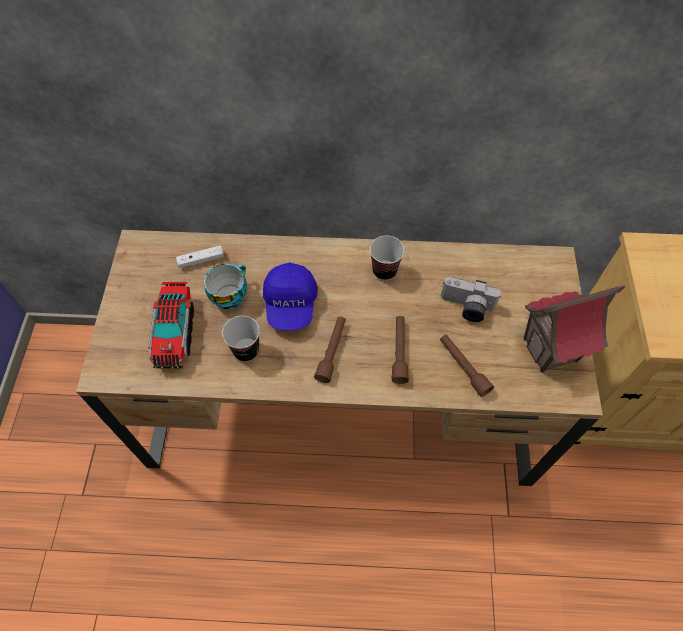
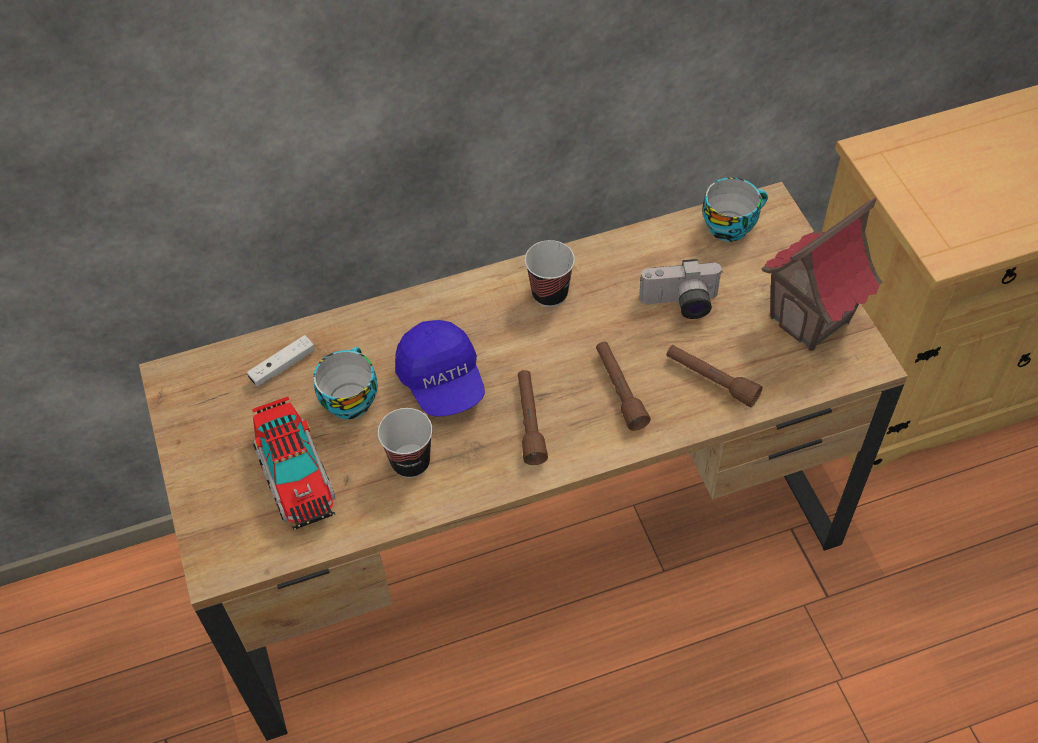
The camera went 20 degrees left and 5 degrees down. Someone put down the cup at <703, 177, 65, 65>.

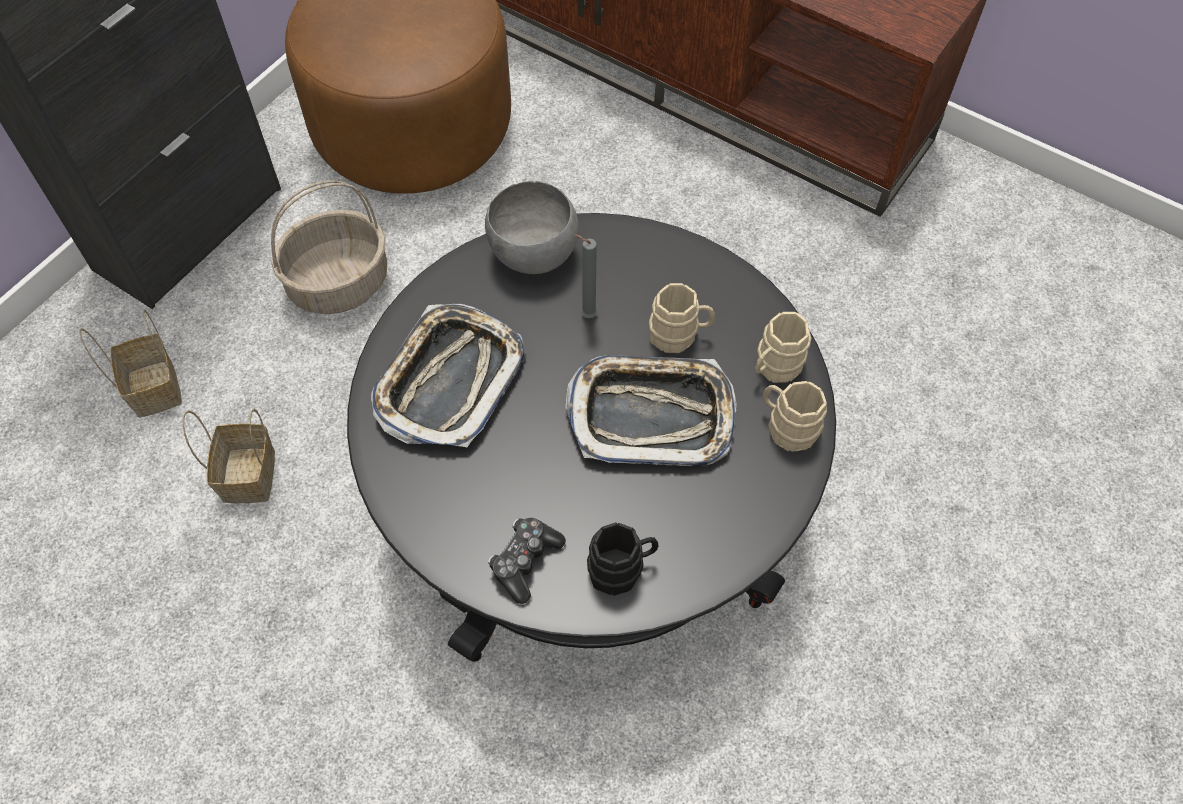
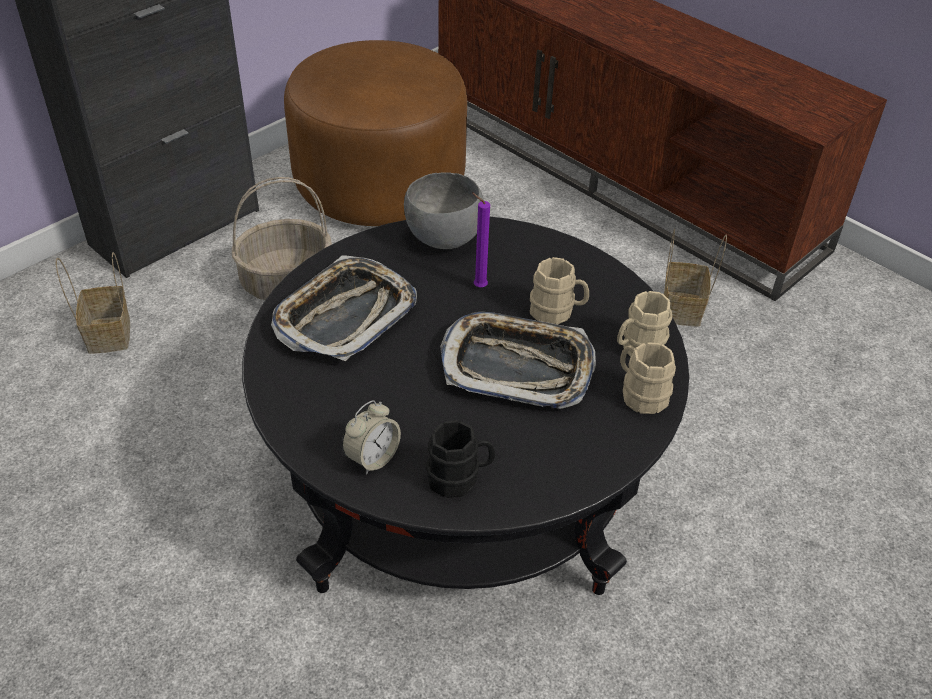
The camera went 10 degrees right and 15 degrees down. Someone carried the basket from <183, 409, 92, 94> to <664, 229, 63, 98>. Someone swapped the game controller at <488, 518, 78, 86> for the alarm clock at <342, 400, 59, 75>. Someone repainted the candle (grey) at <575, 235, 22, 83>, which became the candle (purple) at <472, 193, 18, 94>.

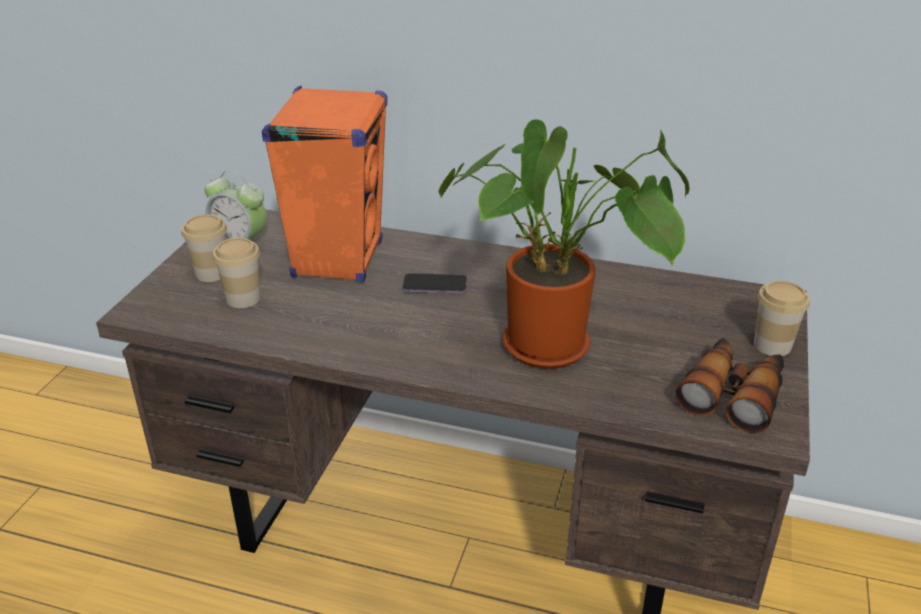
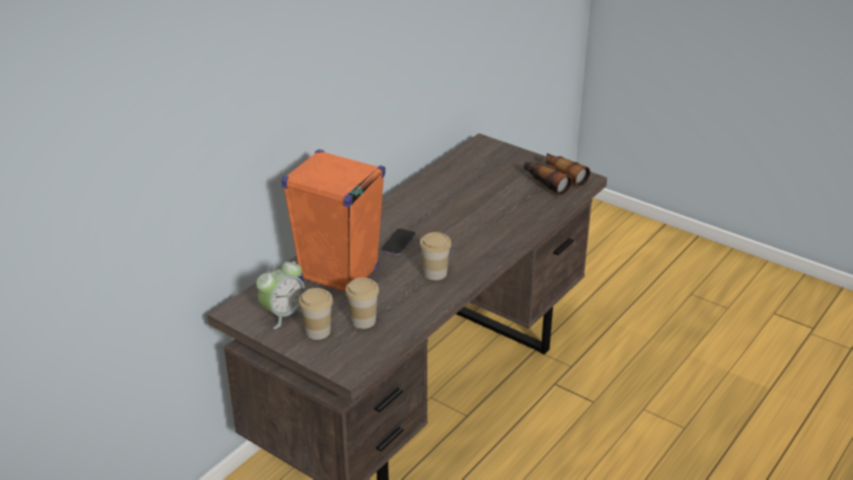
The camera went 70 degrees left and 0 degrees up. Someone took away the potted plant at <439, 119, 251, 250>. Someone carried the cup from <754, 281, 56, 75> to <420, 232, 31, 48>.

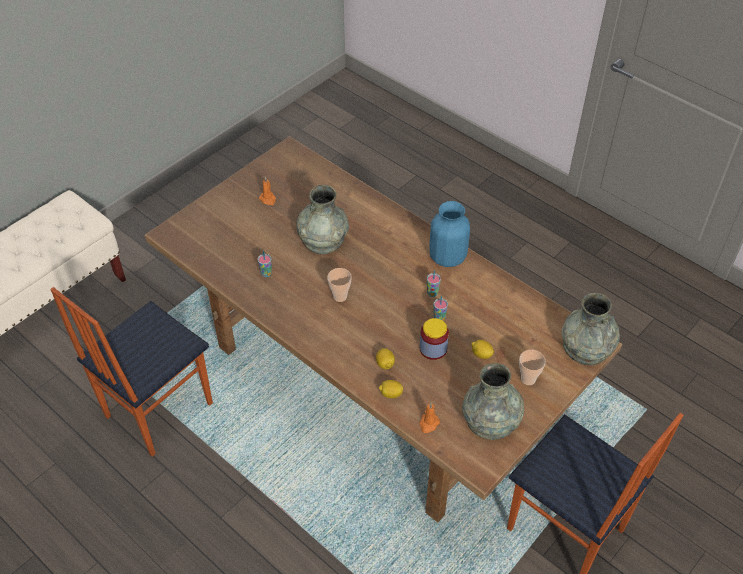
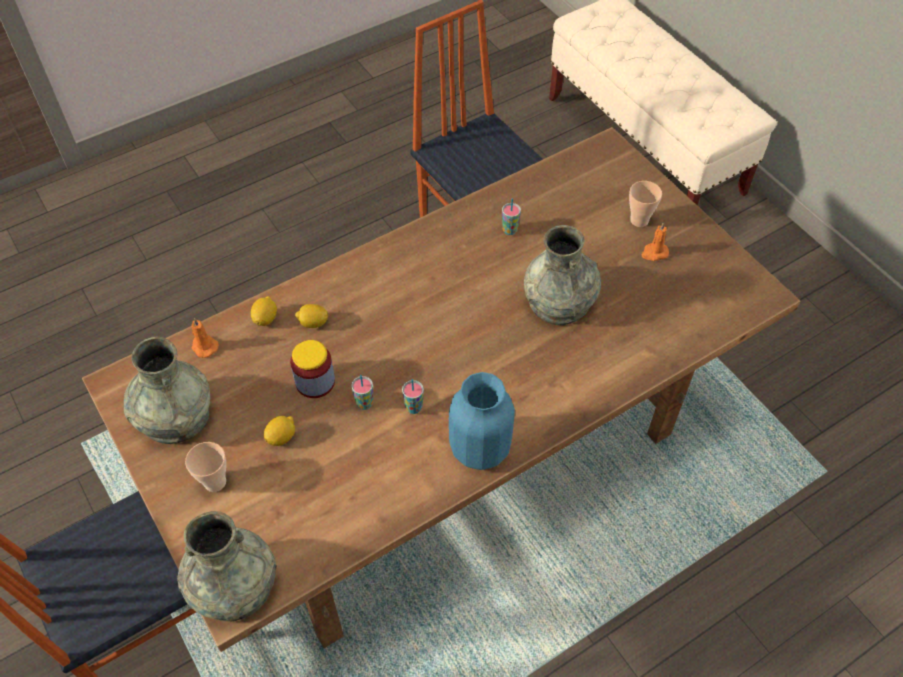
The camera went 105 degrees right and 5 degrees up. Someone carried the cup from <327, 268, 25, 34> to <629, 181, 33, 46>.

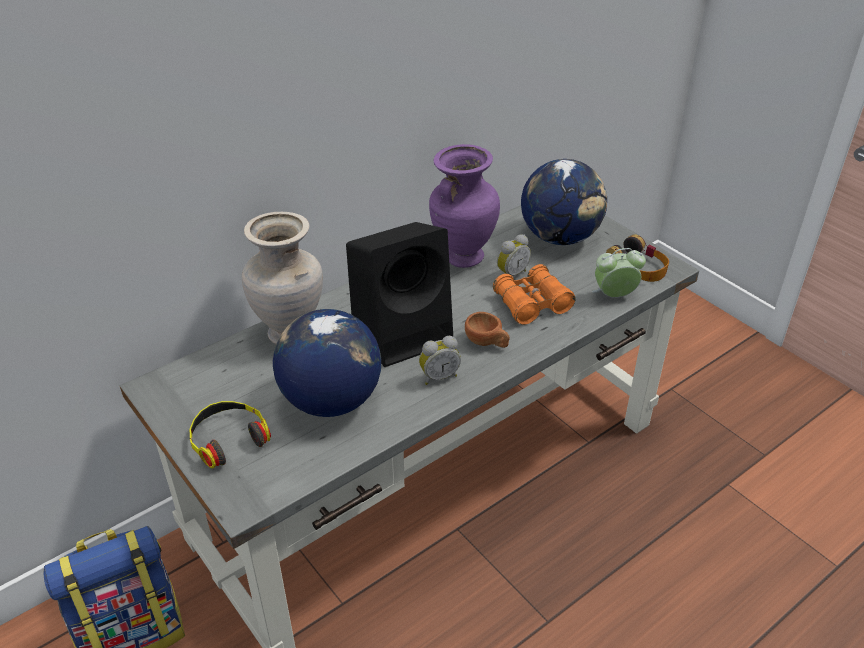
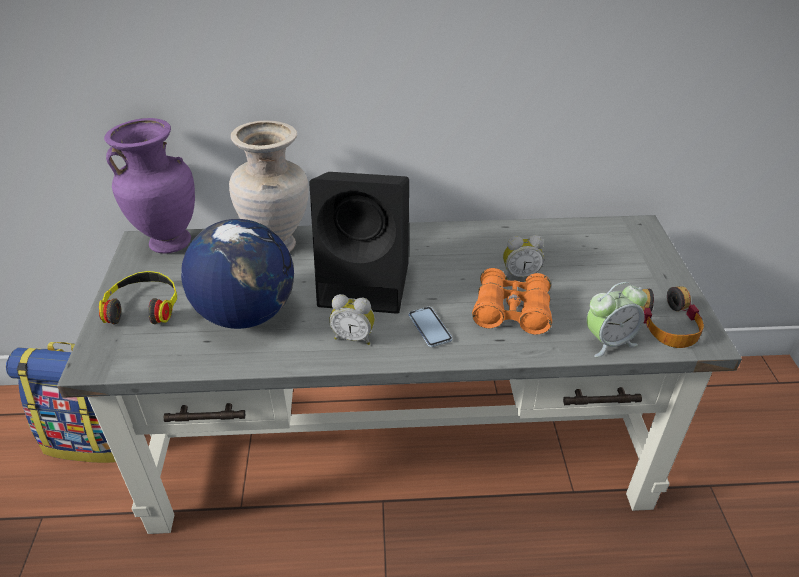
The camera went 35 degrees right and 0 degrees up. Someone carried the vase (purple) from <429, 144, 71, 124> to <104, 118, 91, 135>. Someone swapped the cup (brown) at <465, 312, 45, 36> for the phone at <409, 307, 43, 40>. Someone took away the globe at <521, 159, 86, 86>. Someone rotated the alarm clock at <591, 248, 55, 50> by 135 degrees clockwise.

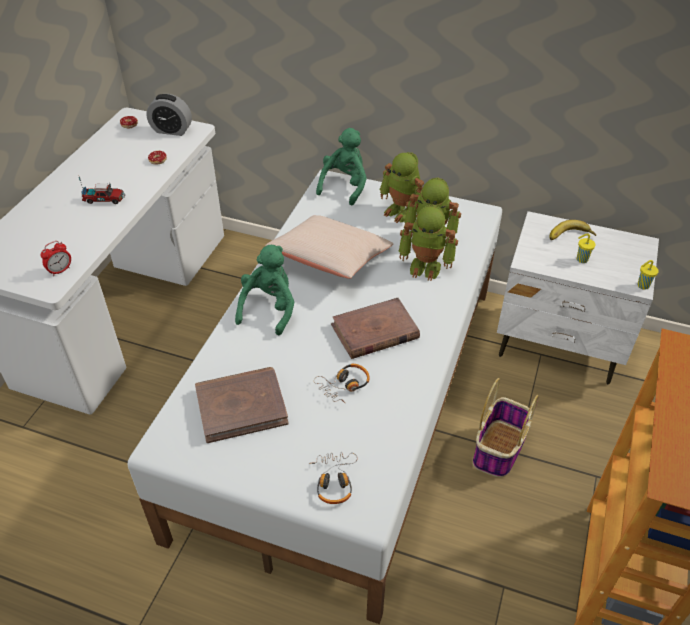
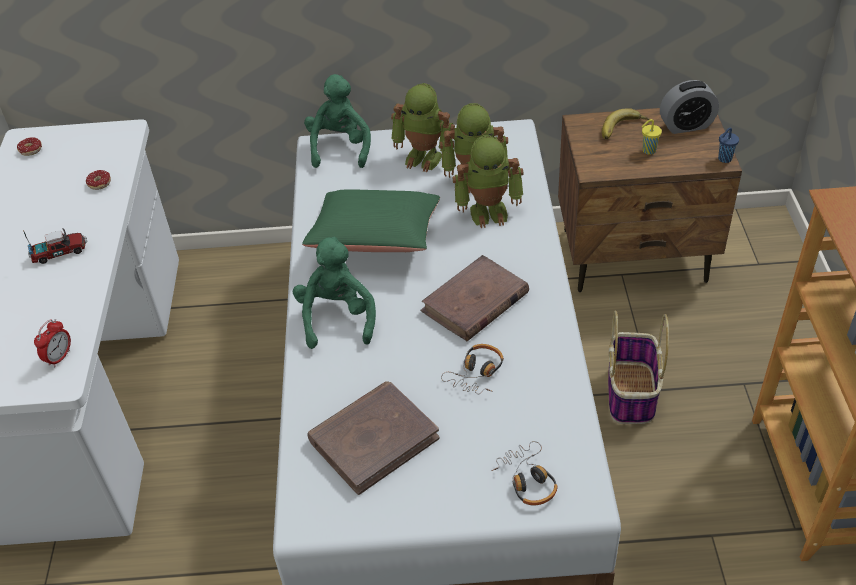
The camera went 20 degrees left and 0 degrees up. Someone carried the alarm clock from <146, 94, 46, 42> to <660, 80, 59, 54>. Someone repainted the pillow (beige) at <265, 215, 128, 64>, which became the pillow (green) at <302, 189, 138, 63>. Someone repainted the nightstand (white) at <497, 211, 162, 173>, which became the nightstand (brown) at <558, 108, 184, 184>. Someone repainted the cup (yellow) at <637, 260, 22, 30>, which became the cup (blue) at <718, 127, 21, 36>.

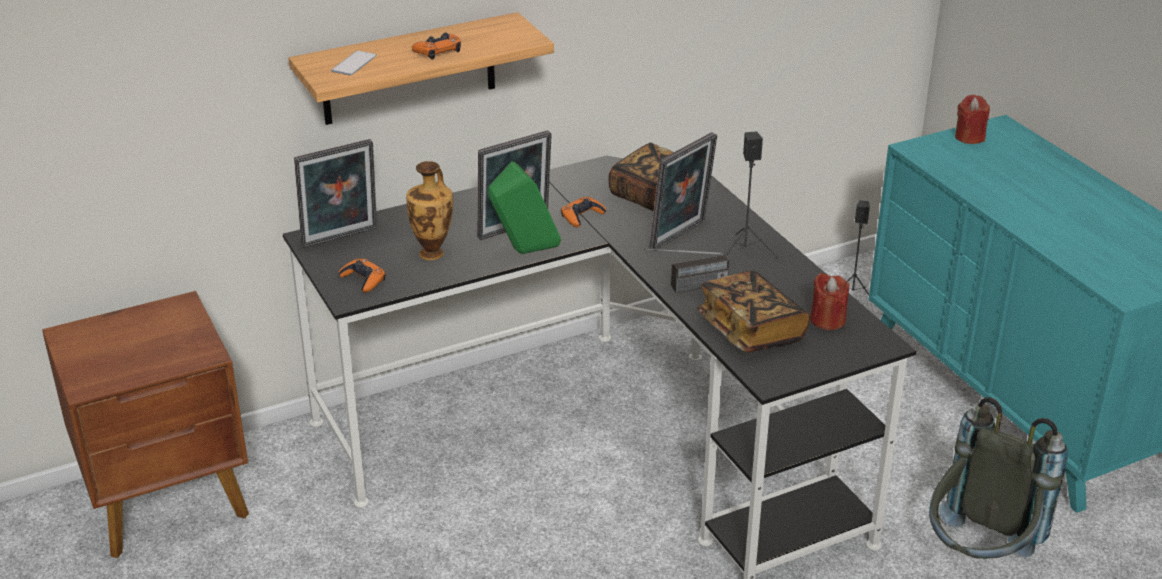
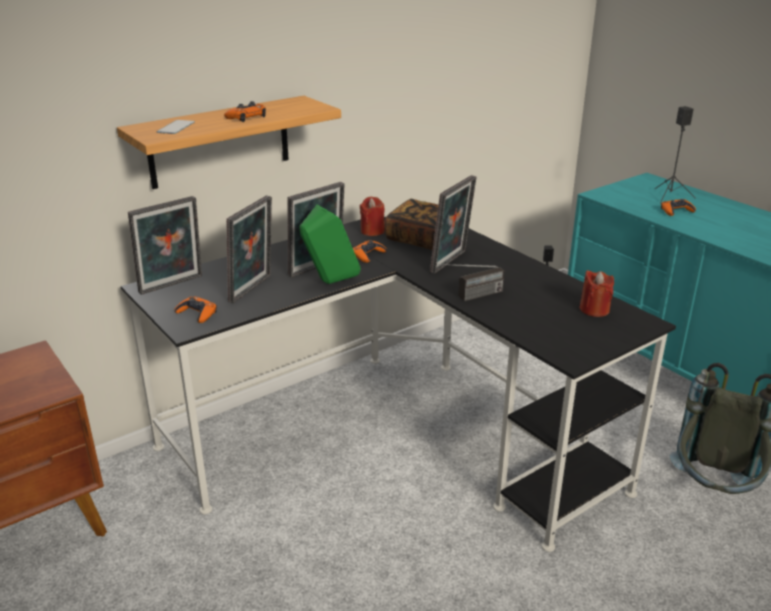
The camera went 10 degrees left and 5 degrees down. Someone swapped the vase at <406, 161, 47, 99> for the picture frame at <226, 195, 46, 108>. Someone took away the book at <697, 270, 113, 83>. Someone carried the speaker (black) from <726, 131, 54, 129> to <655, 106, 40, 97>. Someone carried the candle (red) from <955, 95, 35, 49> to <360, 197, 25, 39>. Someone put down the game controller (orange) at <661, 199, 35, 17>.

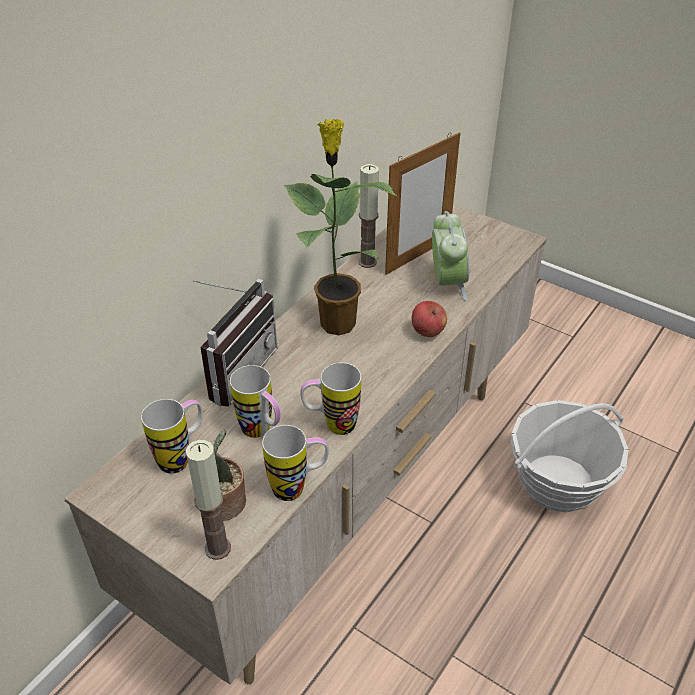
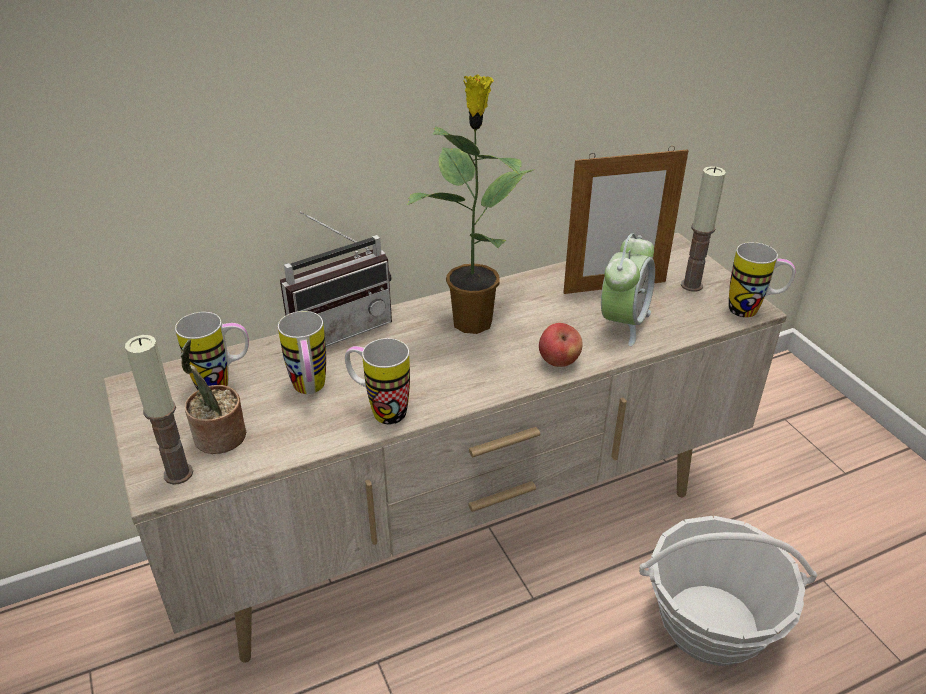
The camera went 30 degrees right and 5 degrees down. Someone carried the mug from <262, 425, 67, 76> to <729, 242, 67, 76>. Someone carried the candle from <358, 164, 21, 104> to <681, 166, 45, 126>.

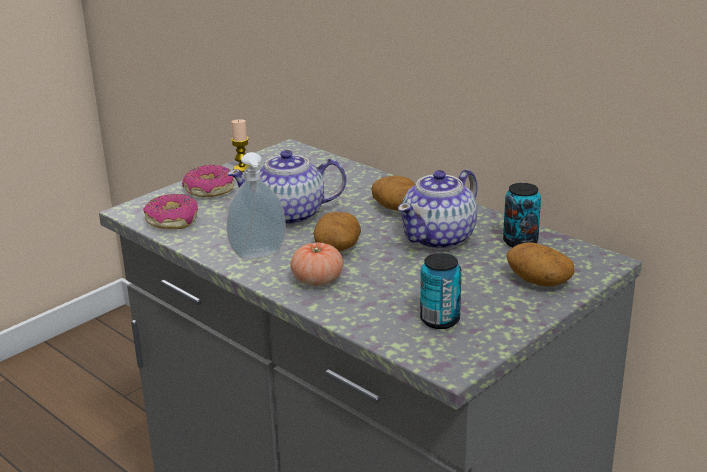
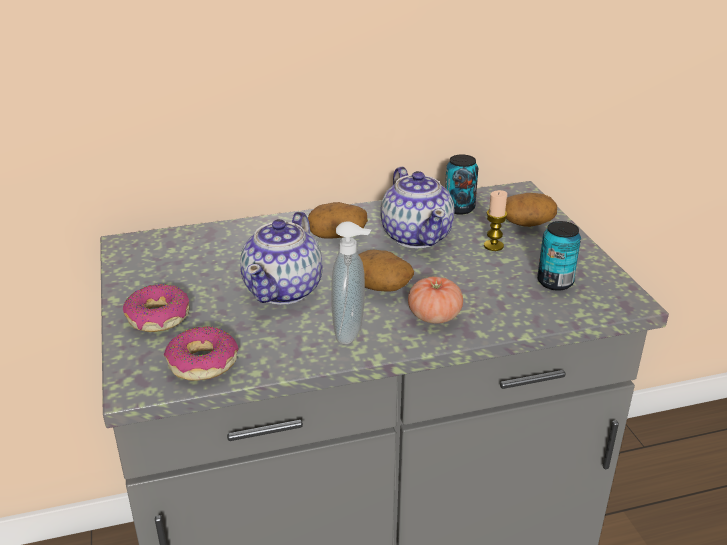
The camera went 60 degrees left and 5 degrees up. Someone carried the candle from <231, 119, 19, 53> to <484, 190, 23, 61>.

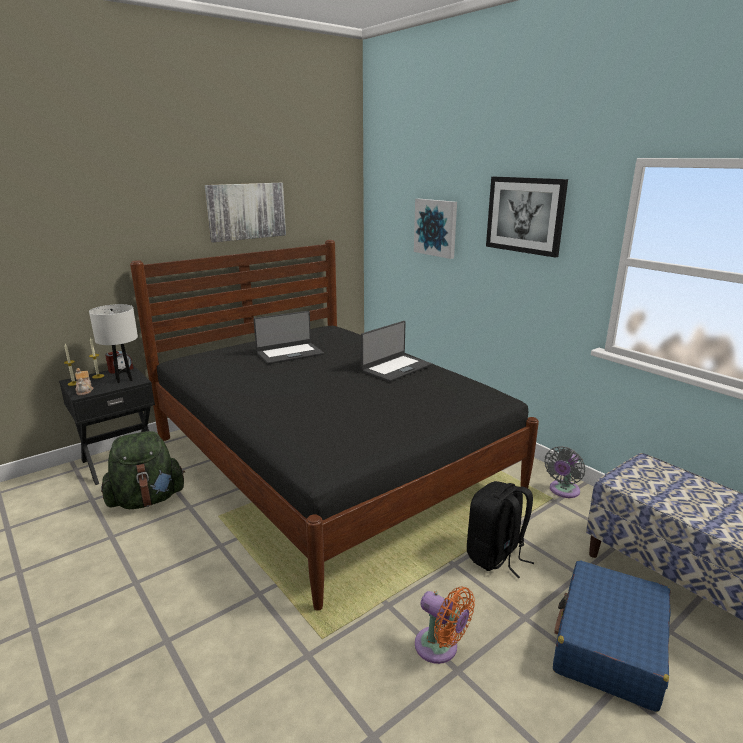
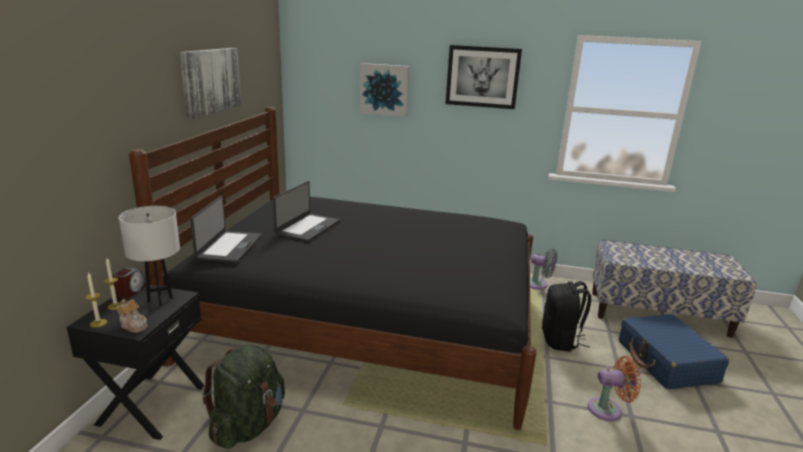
The camera went 40 degrees left and 0 degrees up. Someone carried the laptop from <361, 321, 71, 61> to <190, 196, 72, 67>. Someone rotated the fan (grey) at <544, 446, 41, 52> by 60 degrees counterclockwise.

